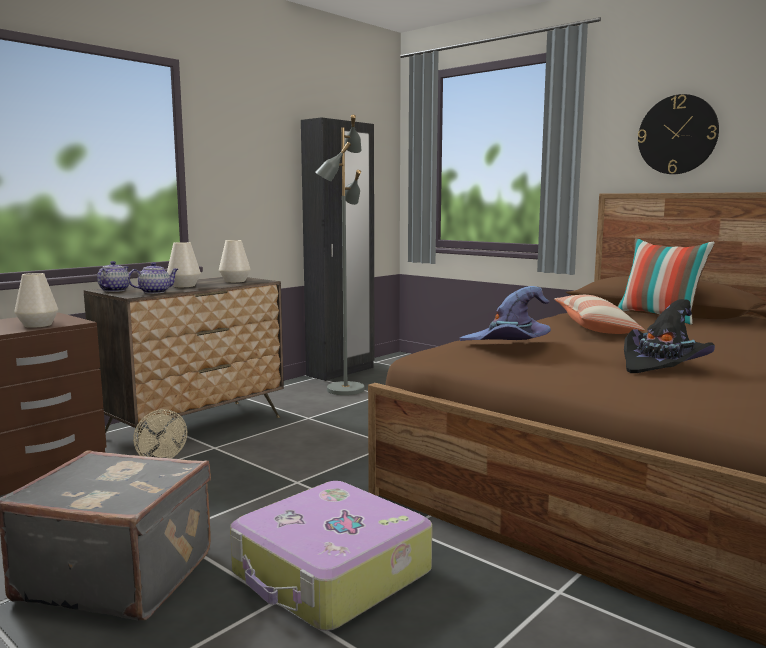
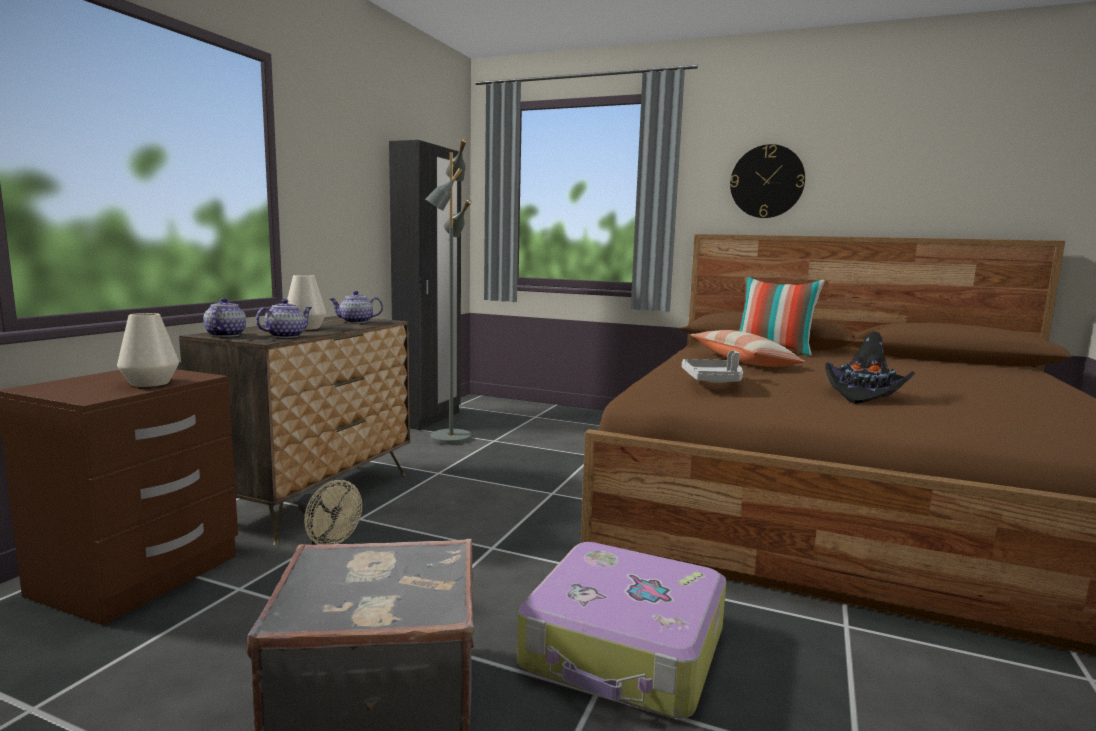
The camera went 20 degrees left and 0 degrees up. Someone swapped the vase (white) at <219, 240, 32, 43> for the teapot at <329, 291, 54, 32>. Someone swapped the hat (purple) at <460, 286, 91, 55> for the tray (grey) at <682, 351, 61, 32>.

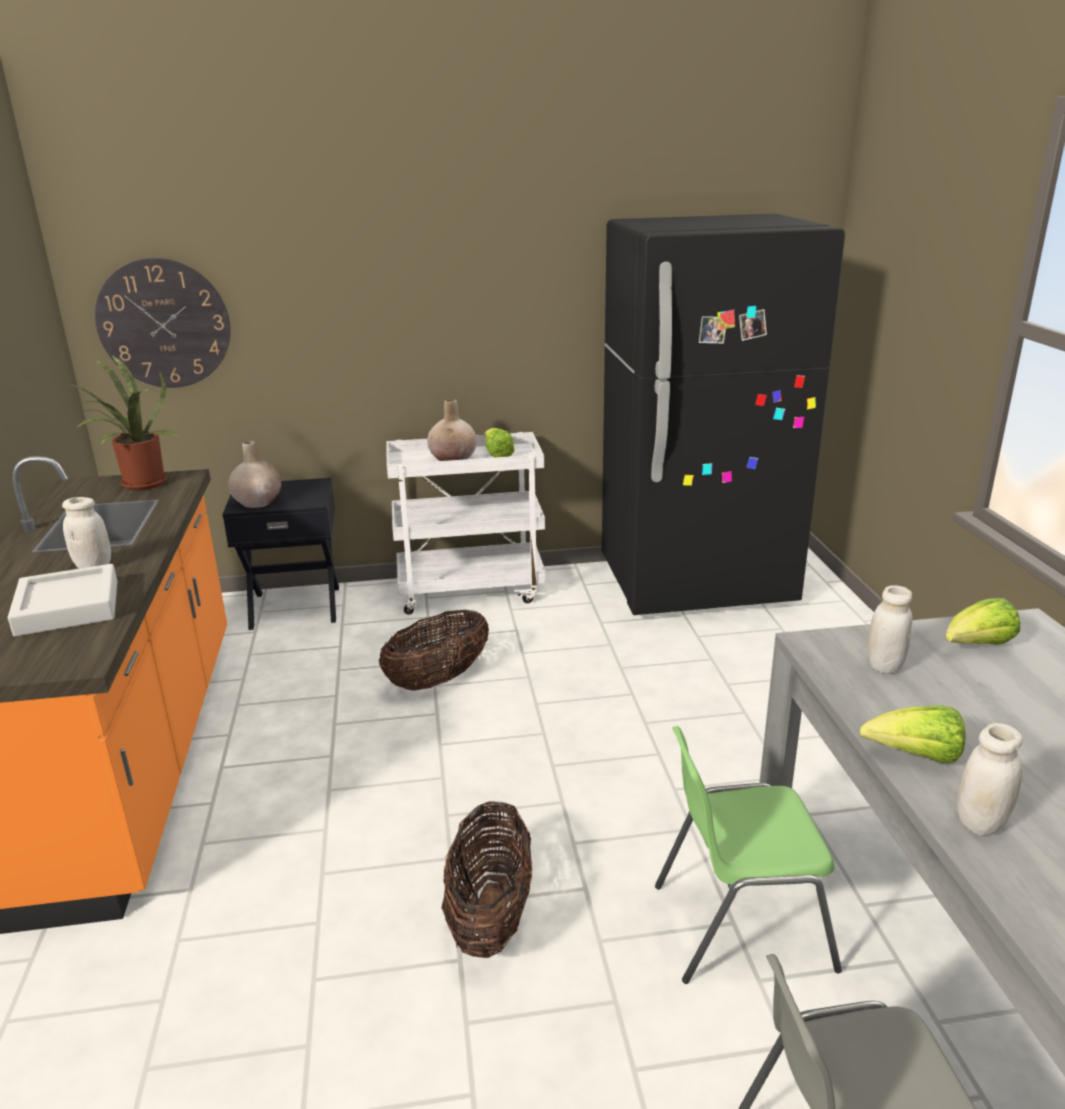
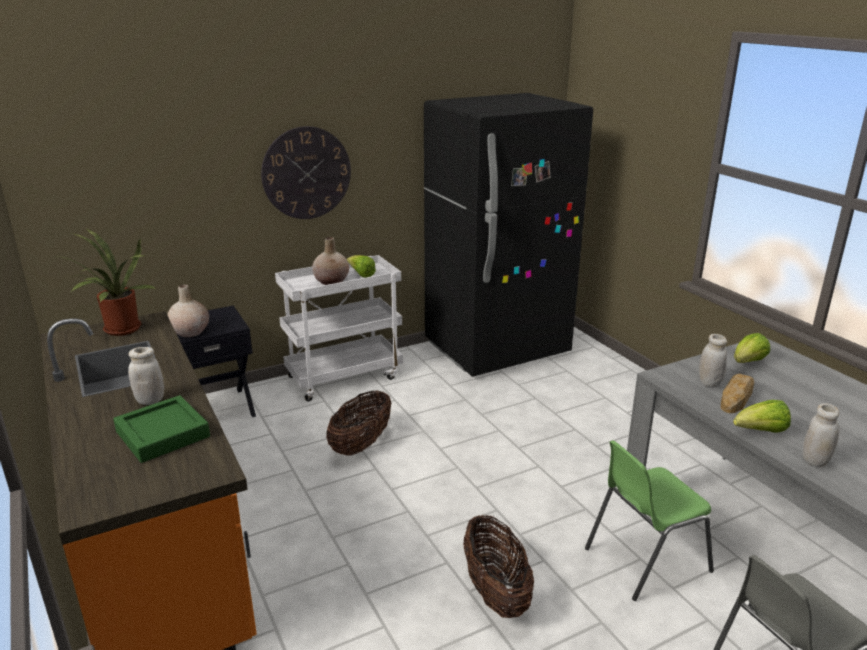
The camera went 20 degrees left and 0 degrees up. Someone repainted the tray (grey) at <8, 564, 109, 73>, which became the tray (green) at <113, 395, 97, 68>. Someone carried the wall clock from <95, 258, 136, 130> to <261, 126, 90, 93>. Someone put down the bread at <721, 374, 33, 39>.

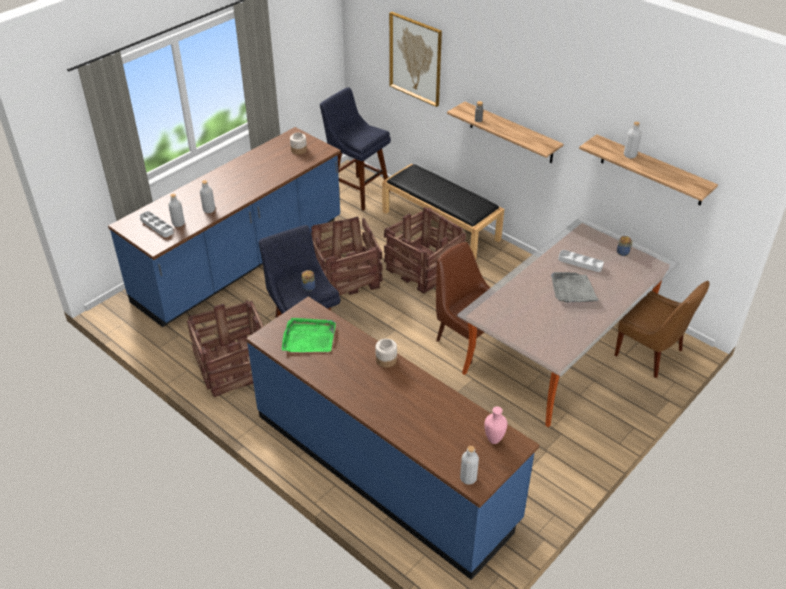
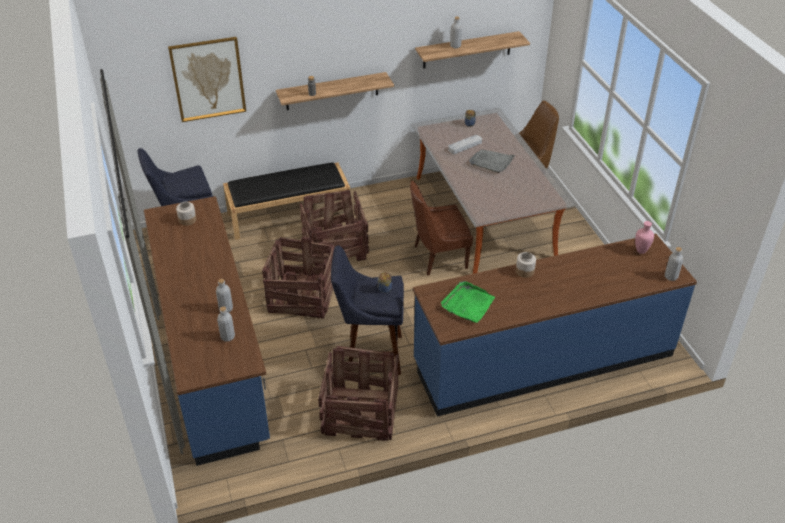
The camera went 60 degrees left and 0 degrees up. Someone took away the tray (grey) at <140, 211, 34, 27>.

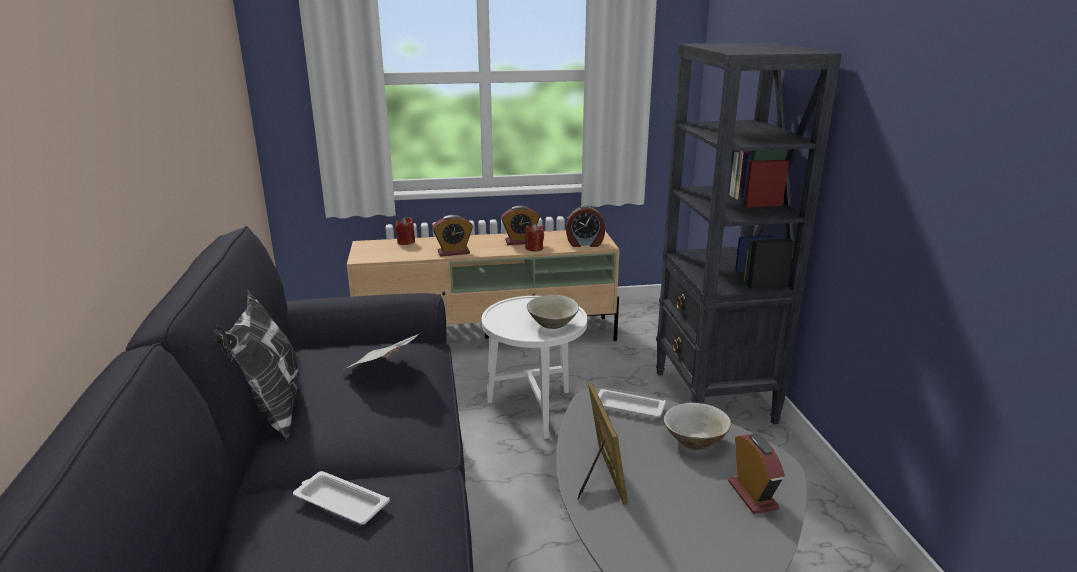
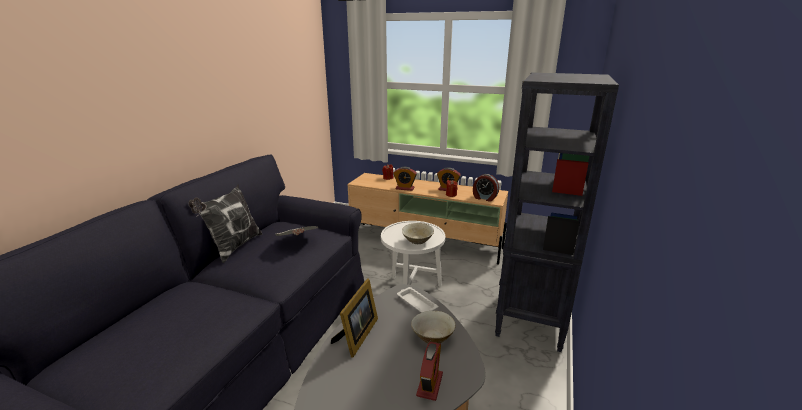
The camera went 30 degrees right and 0 degrees up. Someone took away the tray (white) at <293, 471, 97, 54>.

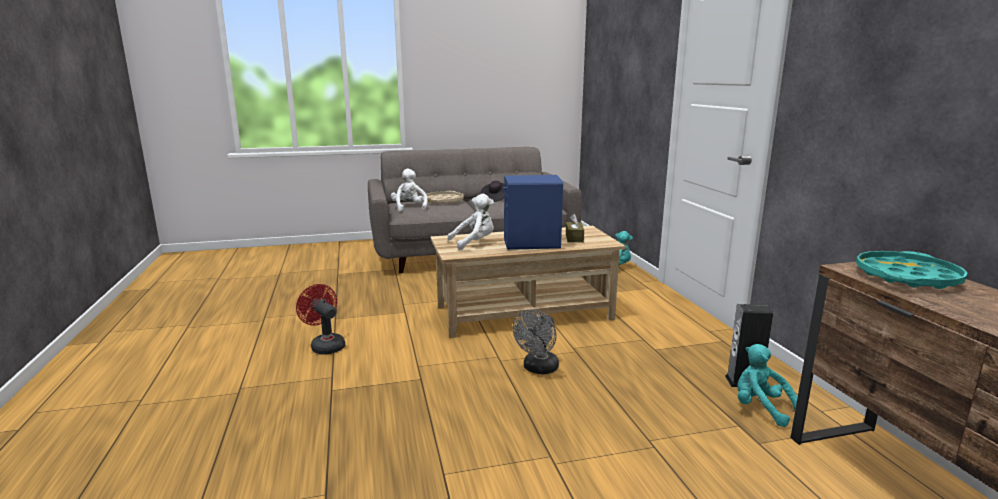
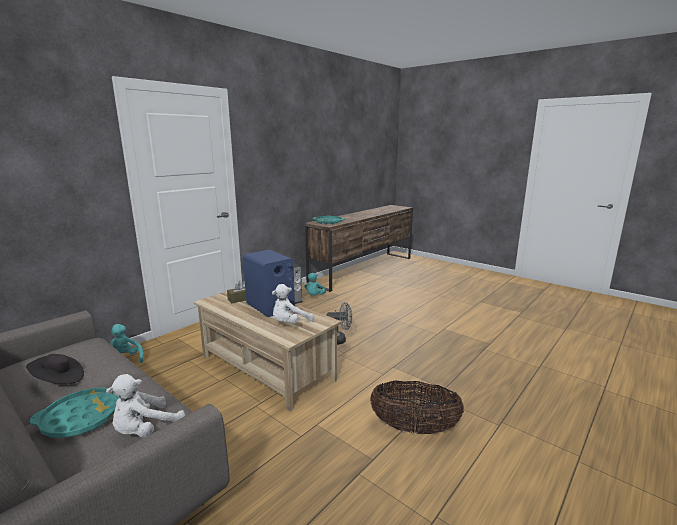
The camera went 125 degrees left and 0 degrees up. Someone swapped the fan (red) at <296, 284, 49, 70> for the basket at <370, 380, 94, 54>. Someone repainted the tray (beige) at <426, 191, 38, 13>, which became the tray (turquoise) at <30, 388, 89, 50>. Someone rotated the plush toy (white) at <448, 194, 46, 56> by 75 degrees counterclockwise.

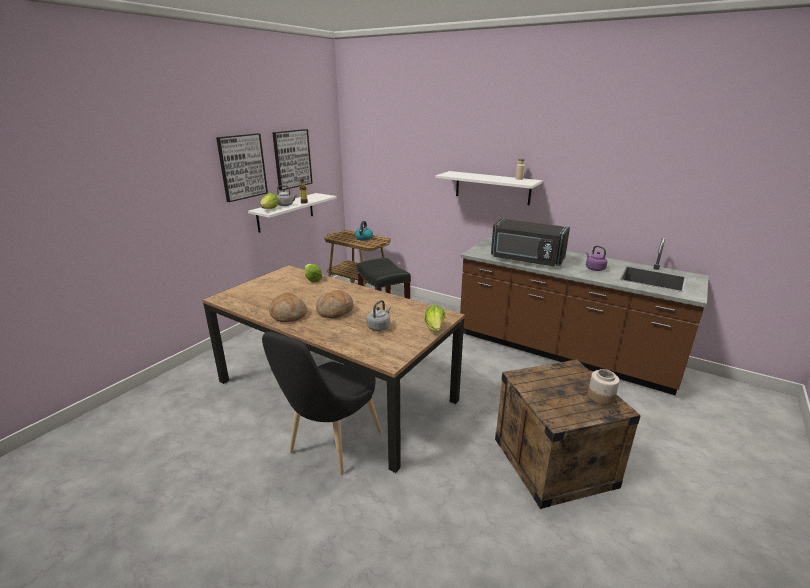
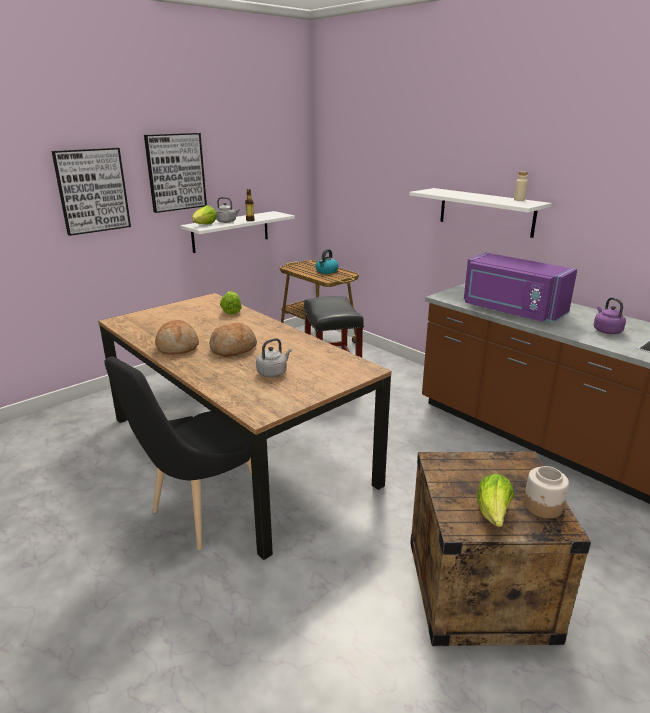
The camera went 15 degrees right and 0 degrees up. Someone carried the picture from <272, 129, 41, 62> to <52, 148, 79, 88>. Someone carried the lettuce from <424, 305, 22, 27> to <477, 474, 37, 53>. Someone repainted the microwave (black) at <491, 219, 79, 48>, which became the microwave (purple) at <464, 253, 113, 70>.

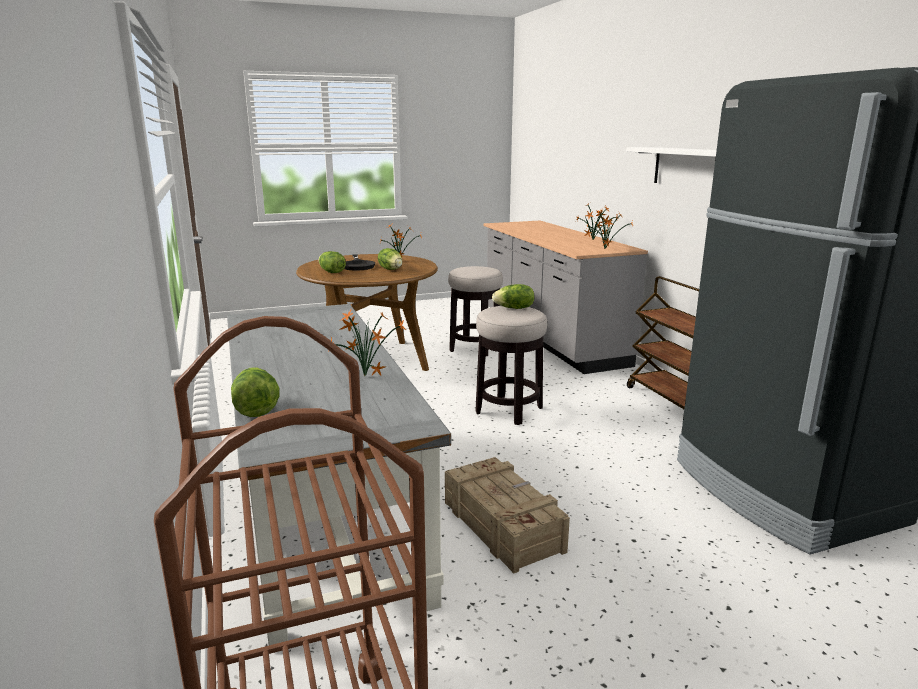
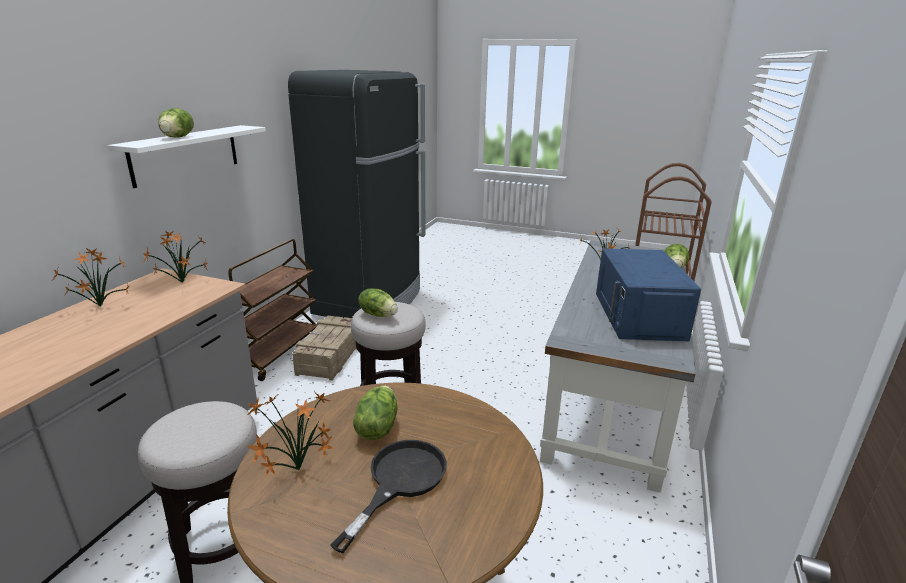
The camera went 140 degrees left and 5 degrees up. Someone carried the lettuce from <318, 251, 28, 22> to <158, 108, 36, 30>. Someone carried the crate from <445, 457, 125, 117> to <292, 315, 65, 65>. Someone put down the microwave (blue) at <596, 248, 105, 93>.

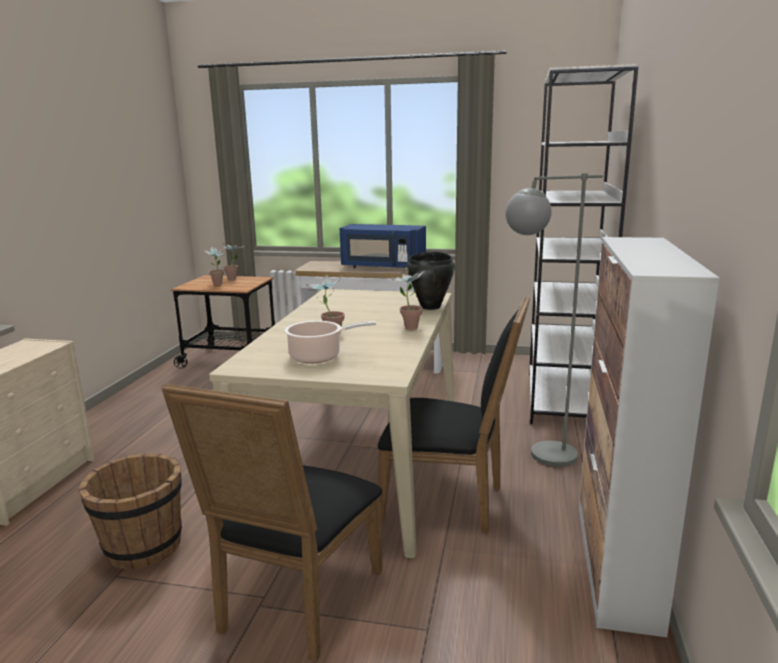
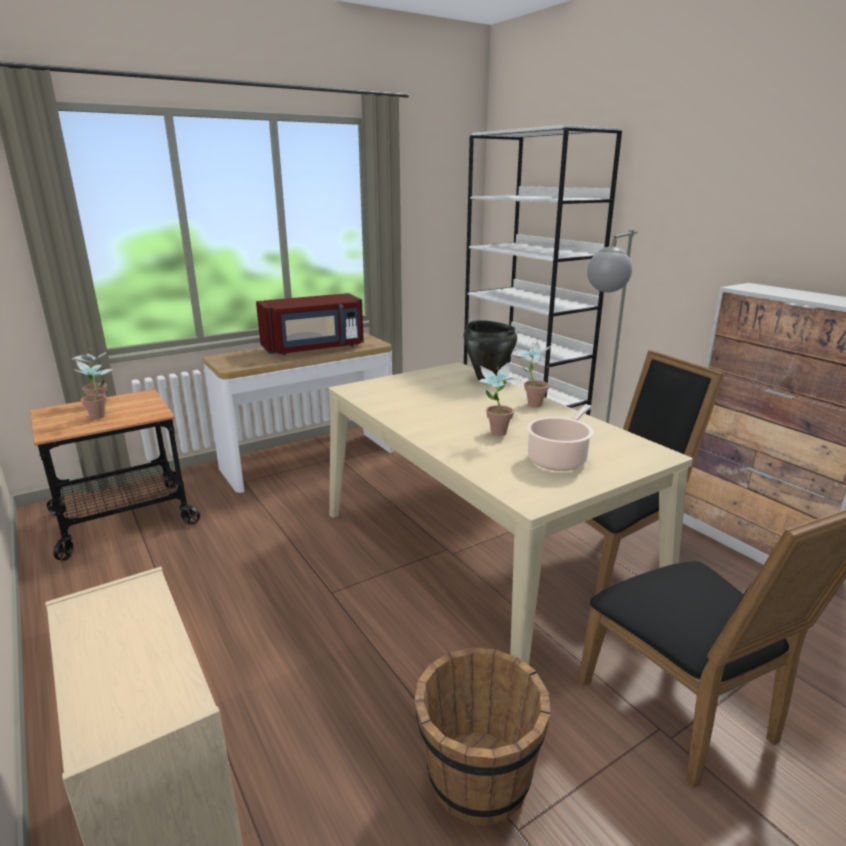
The camera went 45 degrees left and 5 degrees up. Someone repainted the microwave (blue) at <340, 224, 86, 44>, which became the microwave (red) at <256, 293, 108, 62>.

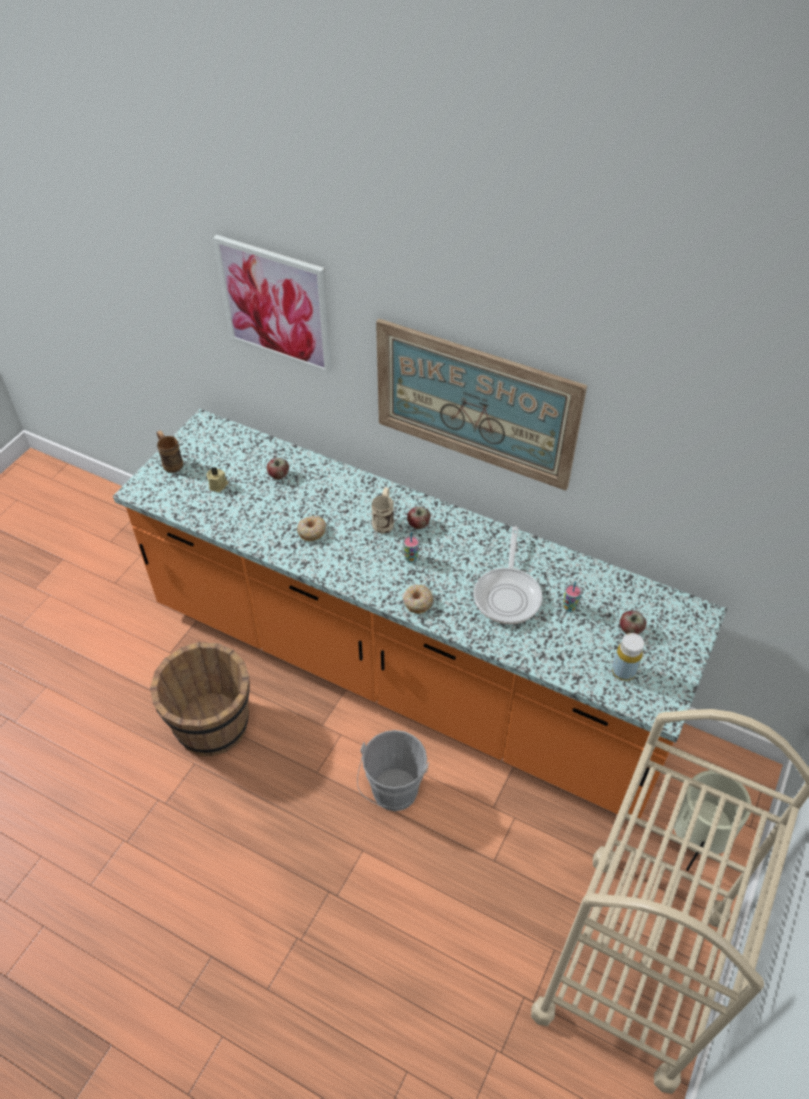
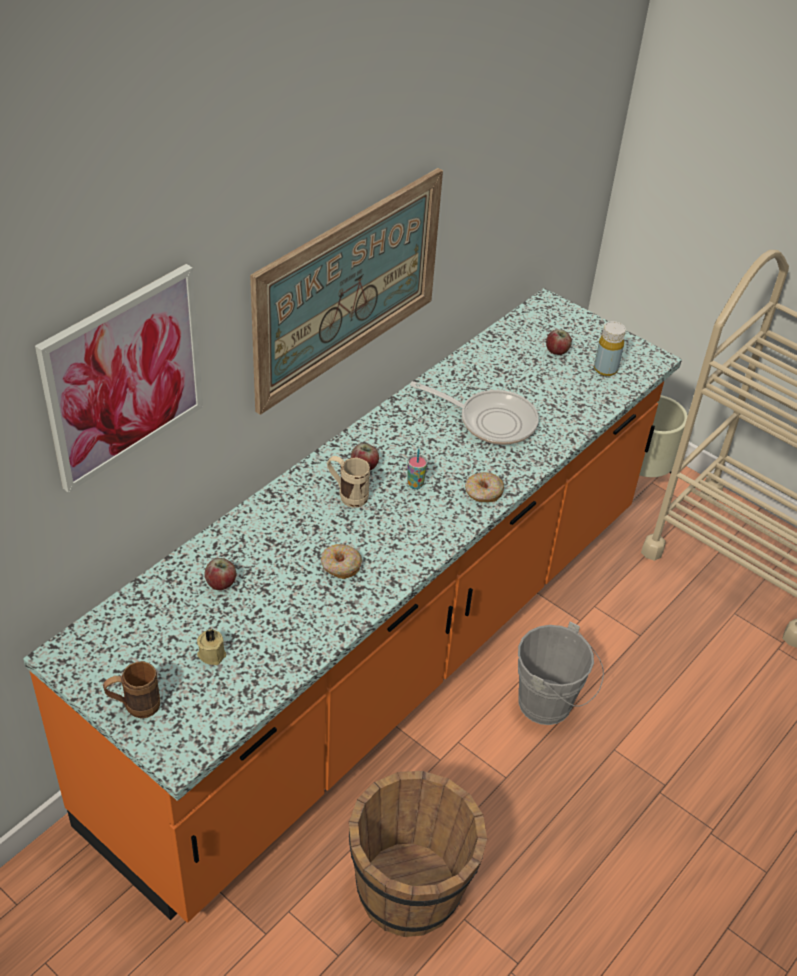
The camera went 80 degrees left and 5 degrees down. Someone took away the cup at <563, 581, 19, 31>.

